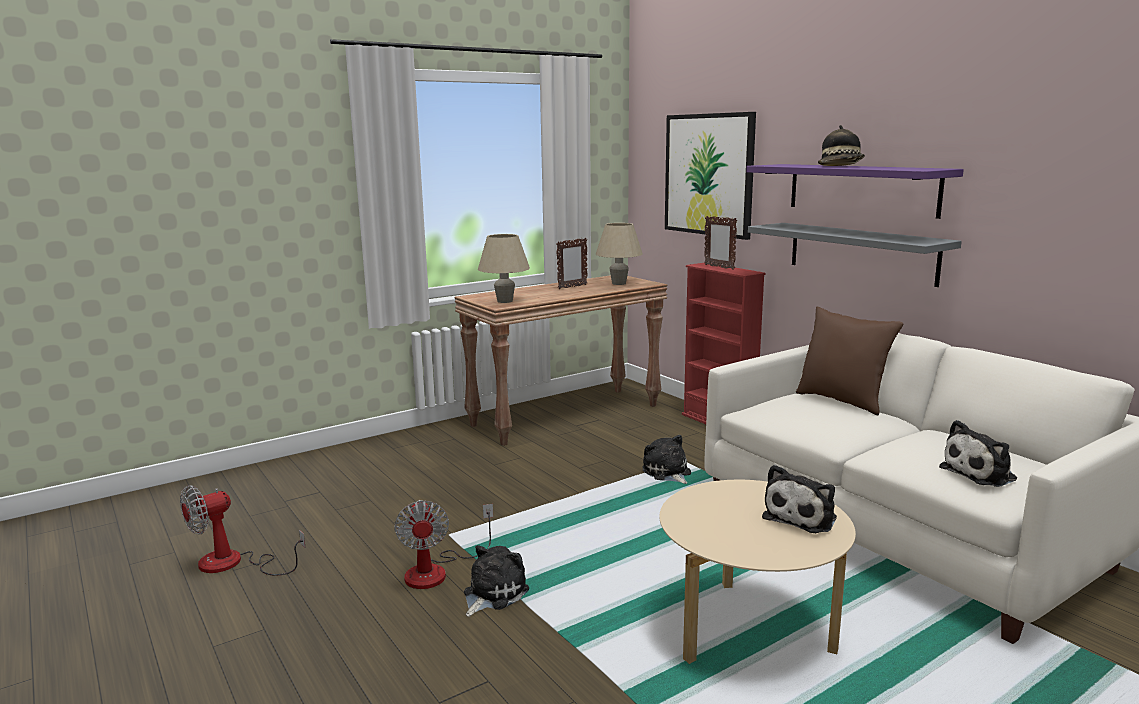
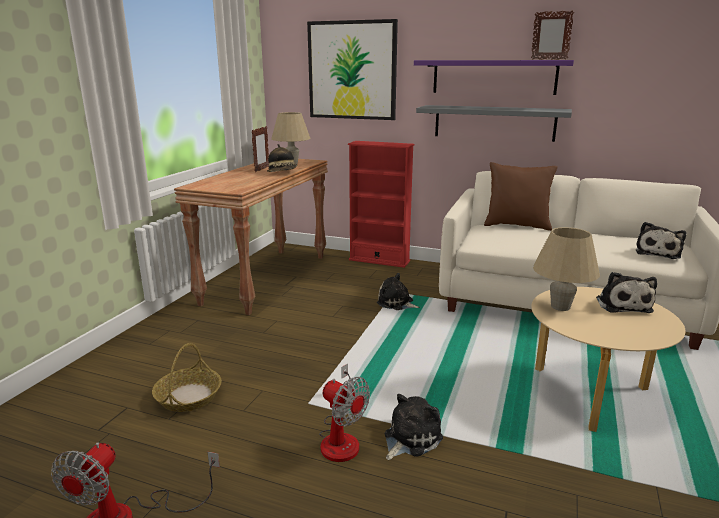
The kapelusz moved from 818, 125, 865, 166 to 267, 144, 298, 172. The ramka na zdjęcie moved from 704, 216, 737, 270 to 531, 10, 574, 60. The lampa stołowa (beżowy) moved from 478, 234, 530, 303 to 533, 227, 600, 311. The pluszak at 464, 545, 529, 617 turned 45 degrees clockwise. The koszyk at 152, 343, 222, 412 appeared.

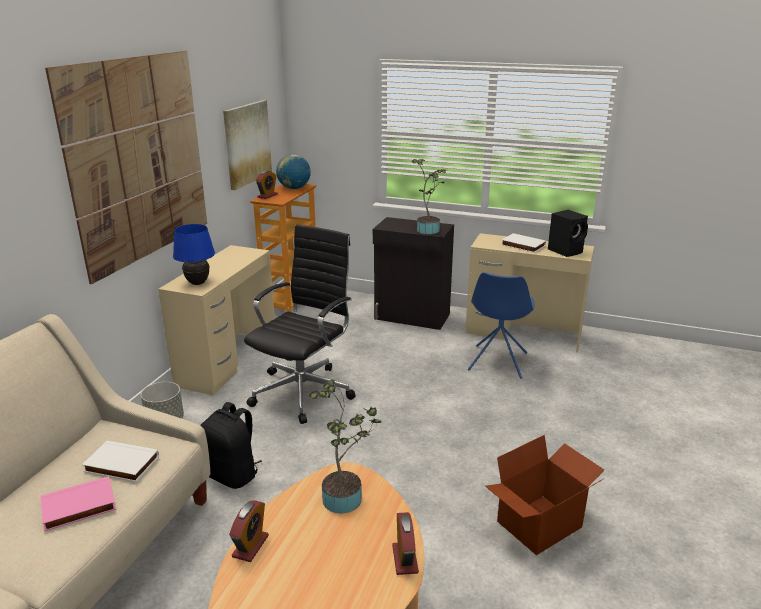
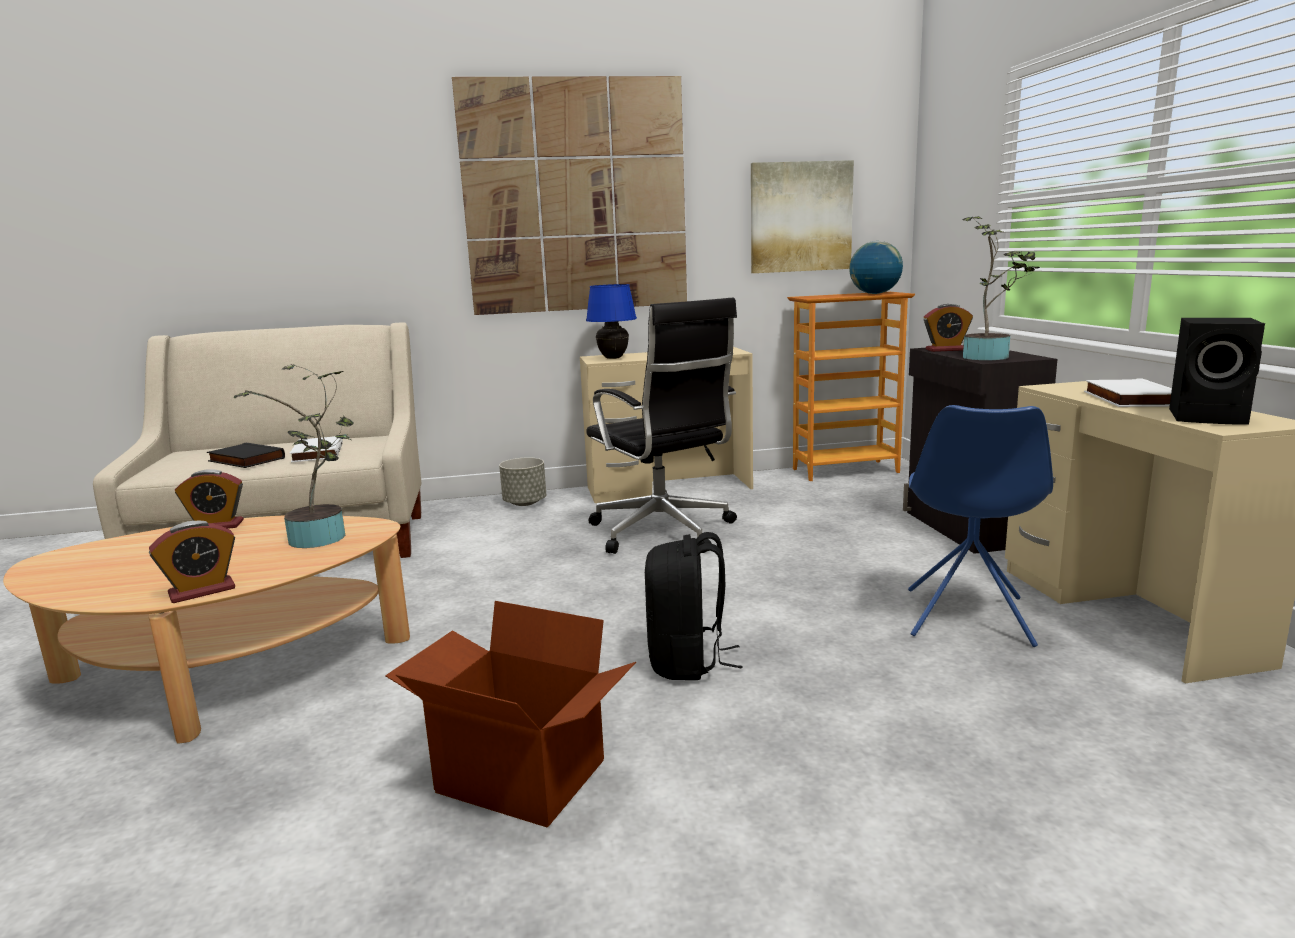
The budzik moved from 256, 171, 278, 199 to 923, 304, 973, 352. The krzesło biurowe (czarny) at 244, 224, 355, 424 turned 60 degrees clockwise. The krzesło (niebieski) at 468, 272, 535, 378 turned 60 degrees counterclockwise. The plecak (czarny) moved from 200, 402, 262, 489 to 645, 532, 743, 680. The książka (różowy) at 41, 476, 116, 531 became the książka (czarny) at 207, 443, 285, 468.

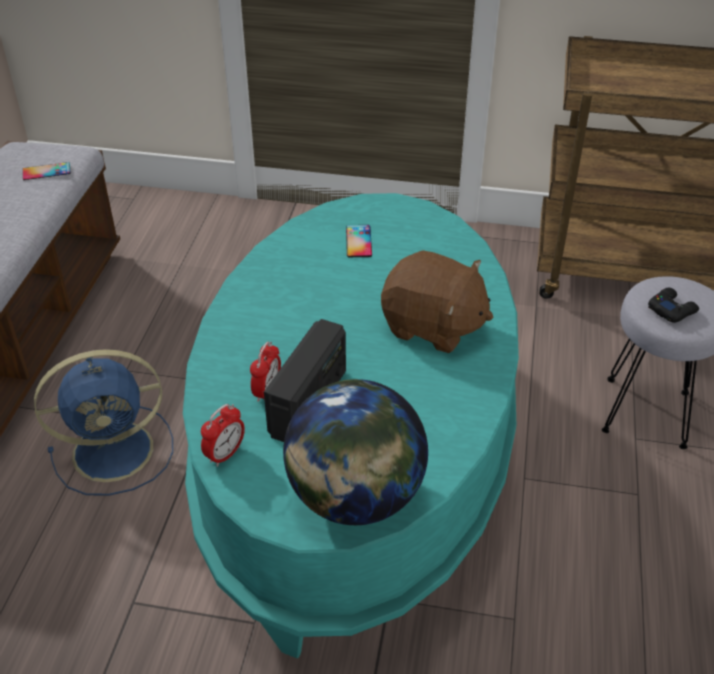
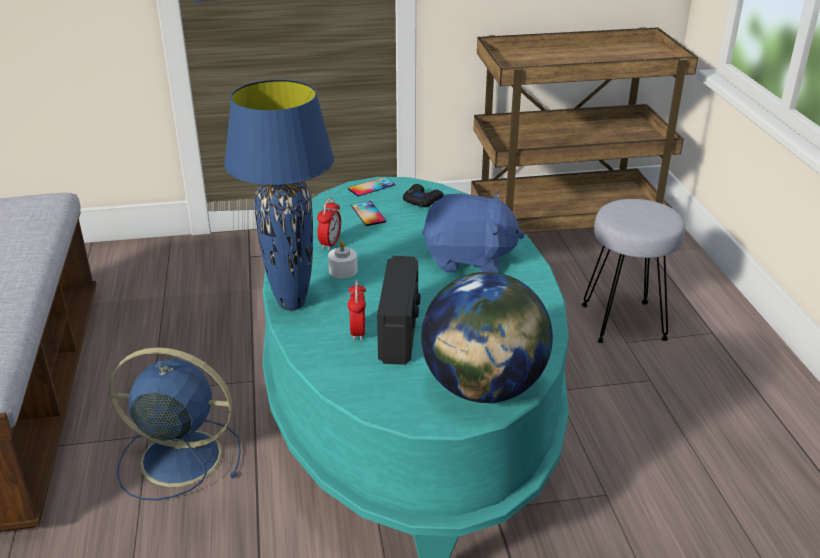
The telefon moved from 23, 162, 71, 180 to 348, 177, 395, 196. The pluszak (brązowy) at 381, 250, 493, 353 became the pluszak (niebieski) at 422, 193, 525, 273. The pad do gier (czarny) moved from 648, 288, 699, 323 to 403, 184, 444, 207. The wentylator (niebieski) at 34, 349, 173, 496 turned 135 degrees counterclockwise. The budzik moved from 201, 404, 245, 467 to 317, 198, 341, 250. The lampa stołowa (niebieski) at 224, 79, 334, 310 appeared. The świeca (biały) at 328, 241, 358, 279 appeared.

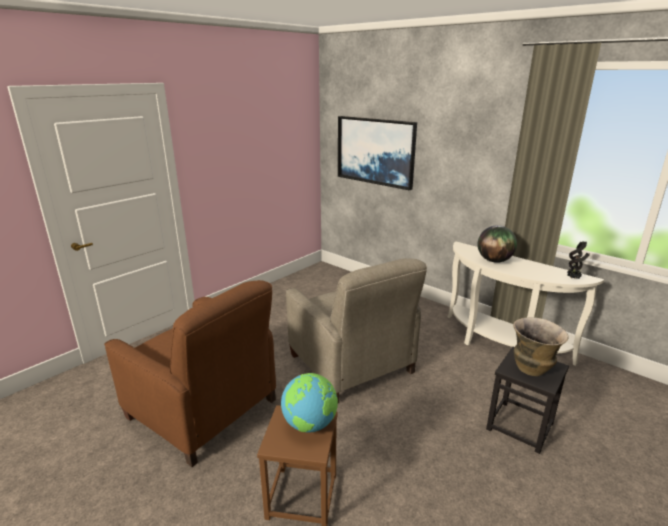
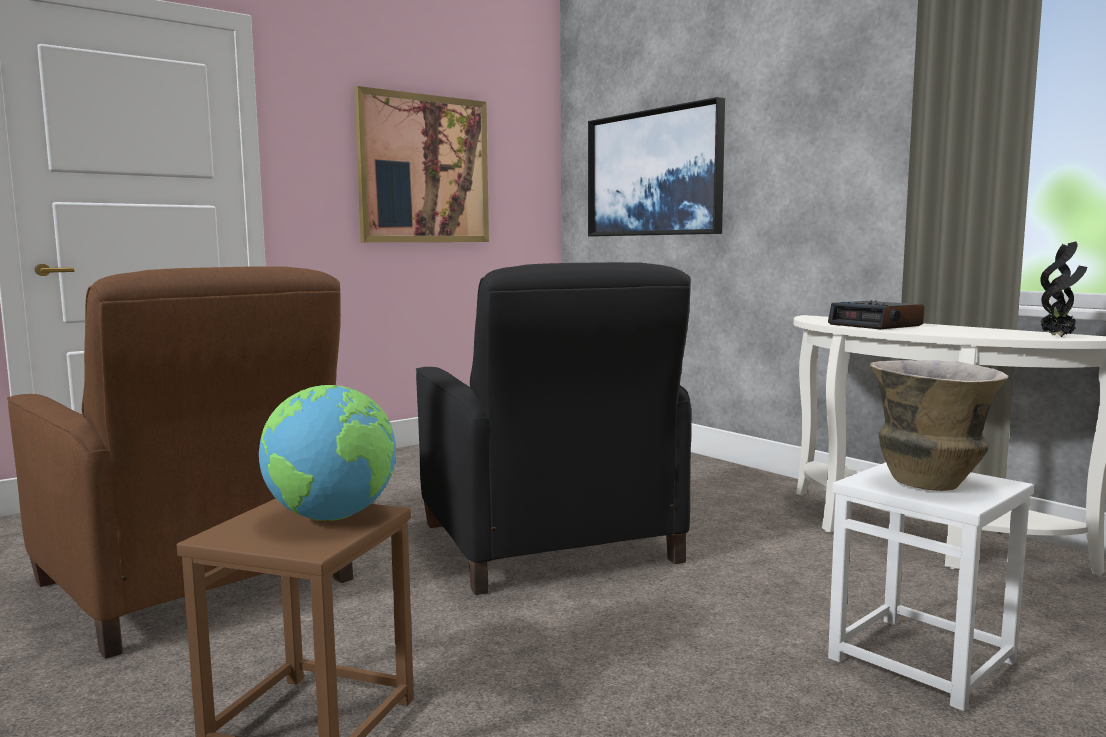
The globus at 478, 225, 517, 263 was replaced by the budzik at 828, 300, 924, 329. The fotel (beżowy) at 286, 258, 427, 403 became the fotel (czarny) at 416, 262, 692, 595. The stołek (czarny) at 486, 347, 569, 454 became the stołek (biały) at 828, 462, 1034, 711. The obraz at 354, 86, 489, 242 appeared.

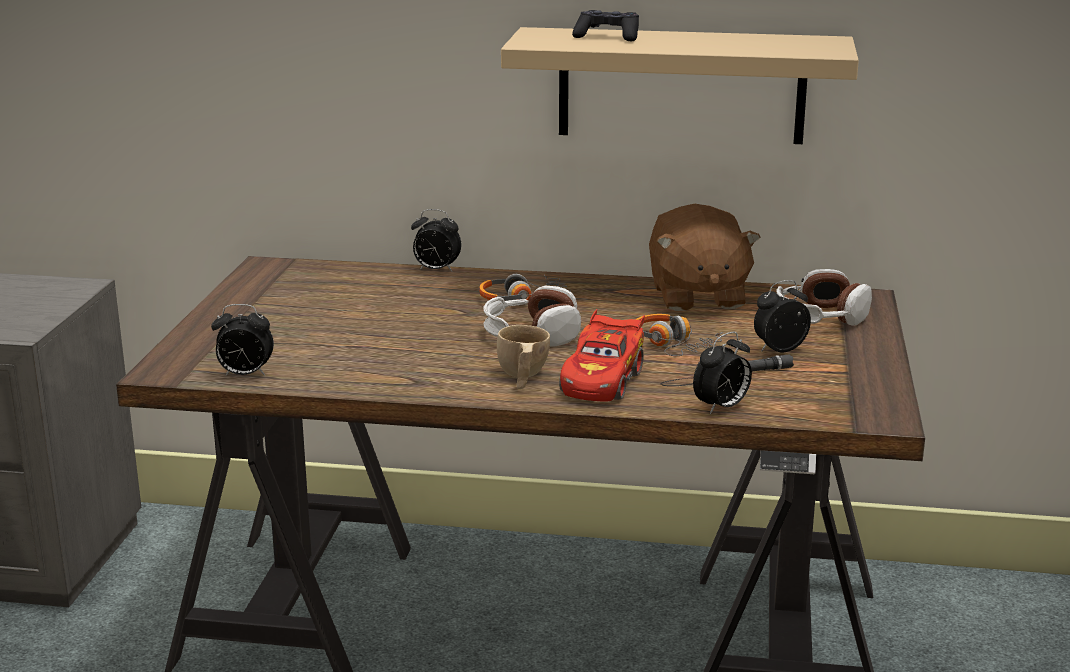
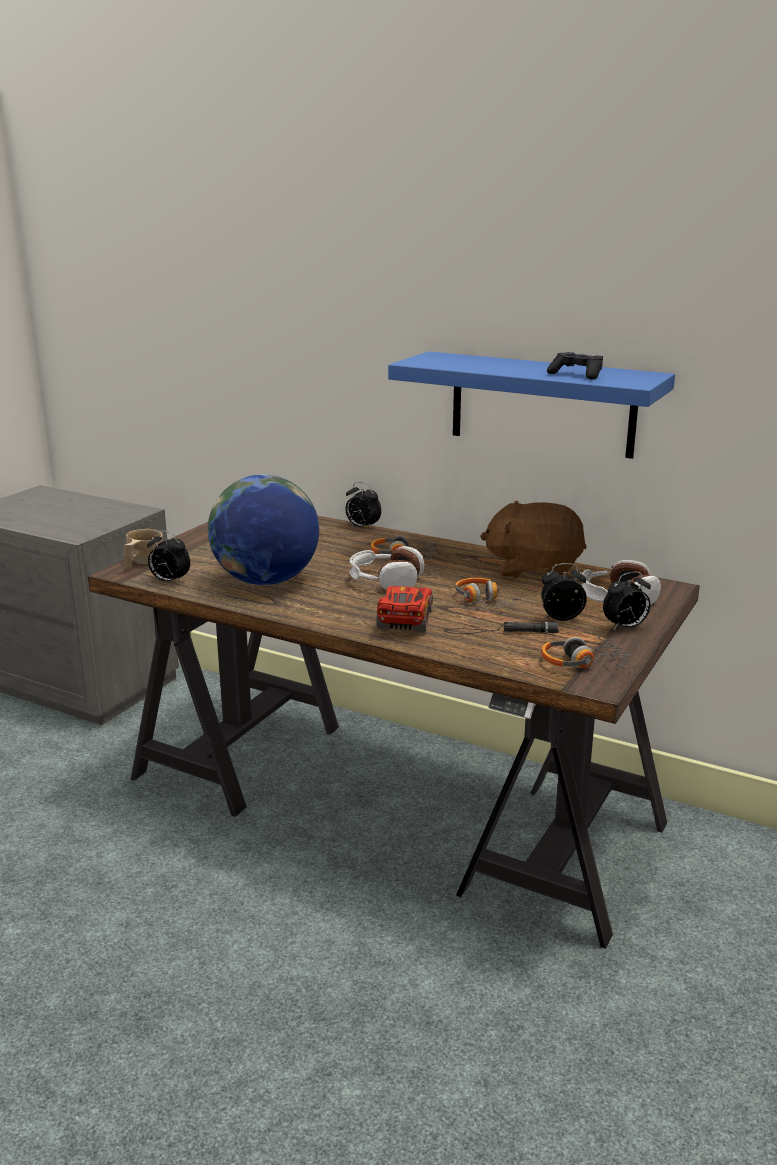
The pad do gier (czarny) moved from 572, 10, 639, 41 to 547, 352, 603, 380. The półka (beżowy) at 501, 27, 859, 144 became the półka (niebieski) at 388, 351, 675, 459. The pluszak (brązowy) at 649, 204, 761, 311 turned 90 degrees clockwise. The samochodzik (czerwony) at 559, 309, 645, 402 turned 150 degrees clockwise. The filiżanka (beżowy) moved from 497, 325, 550, 389 to 123, 529, 163, 570. The budzik moved from 693, 332, 752, 414 to 603, 571, 651, 631. The globus at 208, 474, 319, 585 appeared. The słuchawki at 541, 635, 635, 668 appeared.

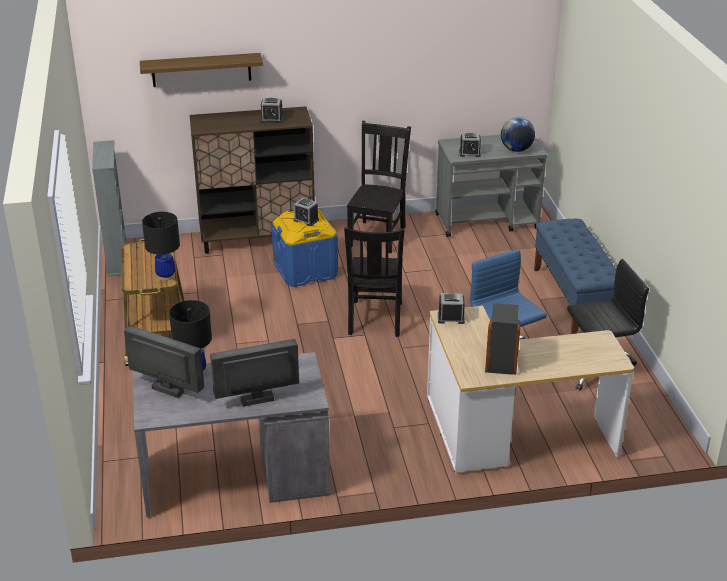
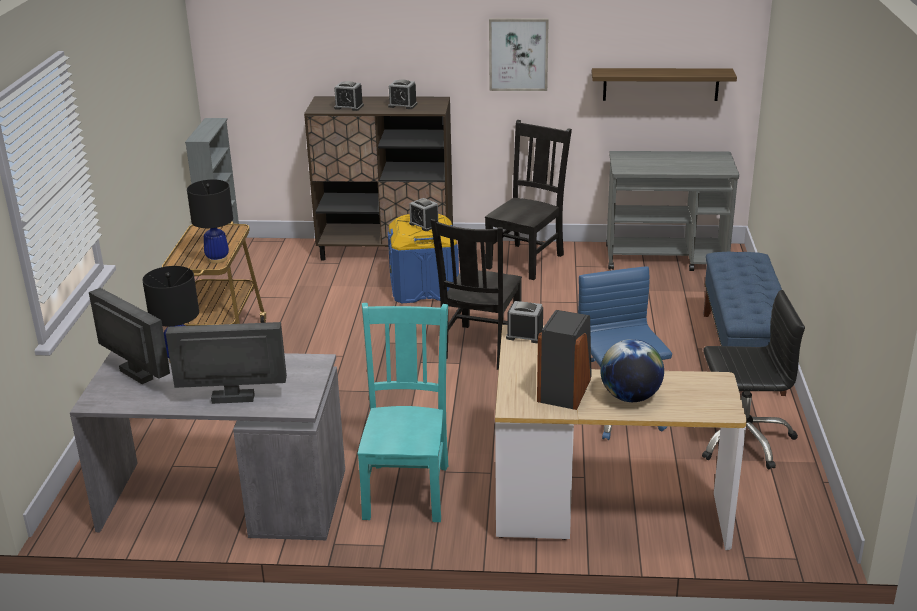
The półka moved from 140, 53, 263, 87 to 592, 68, 737, 101. The globus moved from 501, 117, 535, 152 to 600, 339, 664, 402. The budzik moved from 459, 133, 481, 157 to 334, 81, 364, 111. The obraz at 489, 18, 549, 91 appeared. The krzesło (turkusowy) at 358, 303, 448, 522 appeared.

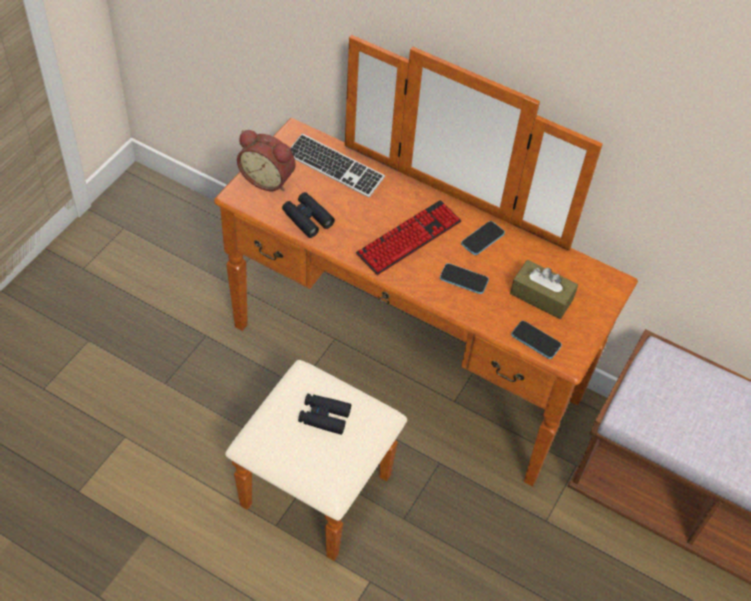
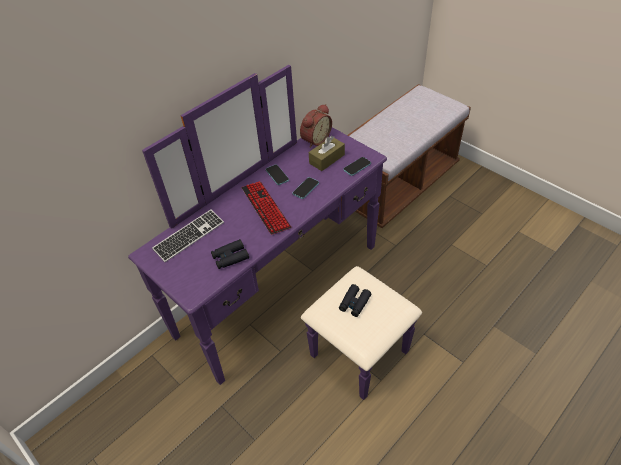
The komoda (brązowy) at 214, 35, 638, 561 became the komoda (fioletowy) at 128, 65, 422, 400. The budzik moved from 237, 130, 296, 191 to 300, 104, 332, 148.

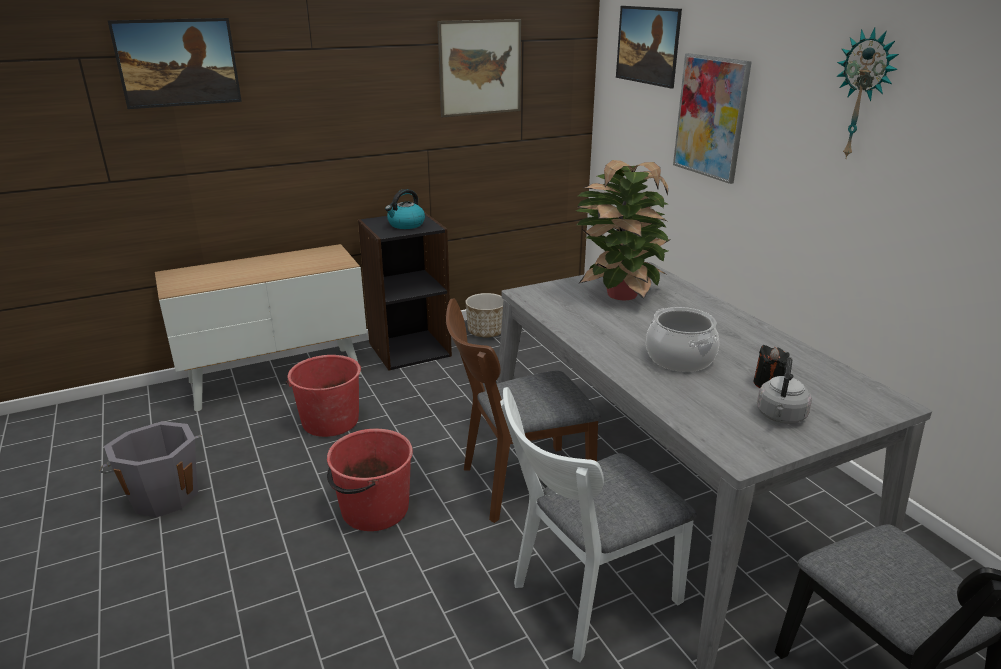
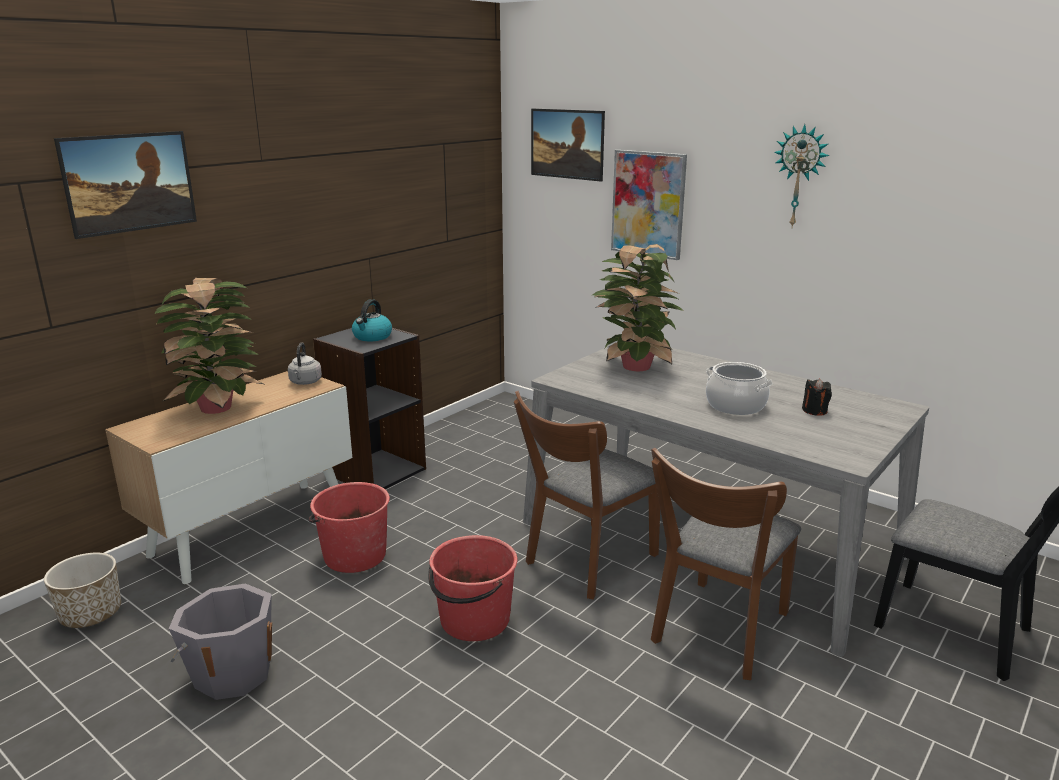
The obraz at 437, 19, 521, 117 disappeared. The donica moved from 465, 293, 504, 338 to 44, 553, 121, 628. The czajnik (szary) moved from 757, 357, 812, 424 to 288, 342, 322, 385. The krzesło (biały) at 500, 387, 697, 662 became the krzesło (brązowy) at 651, 448, 801, 680. The roślina doniczkowa at 155, 278, 263, 414 appeared.

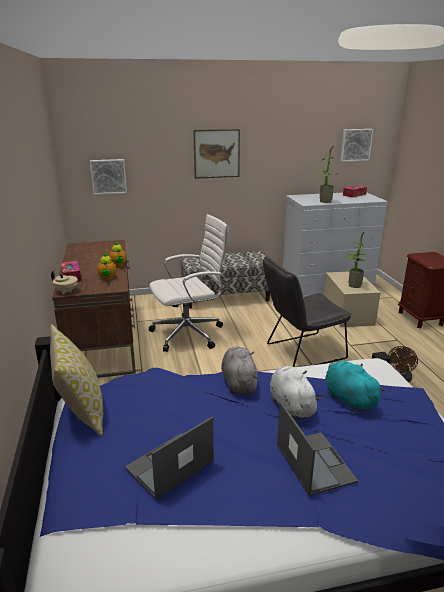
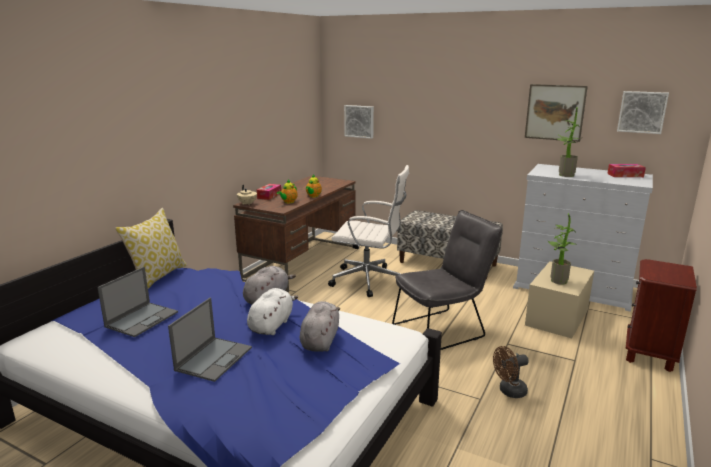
The obraz moved from 193, 129, 240, 179 to 525, 84, 588, 142. The krzesło (szary) at 263, 256, 351, 367 turned 135 degrees clockwise. The pluszak (turkusowy) at 325, 361, 386, 411 became the pluszak (szary) at 300, 301, 340, 352. The laptop at 125, 417, 214, 500 turned 120 degrees clockwise.

